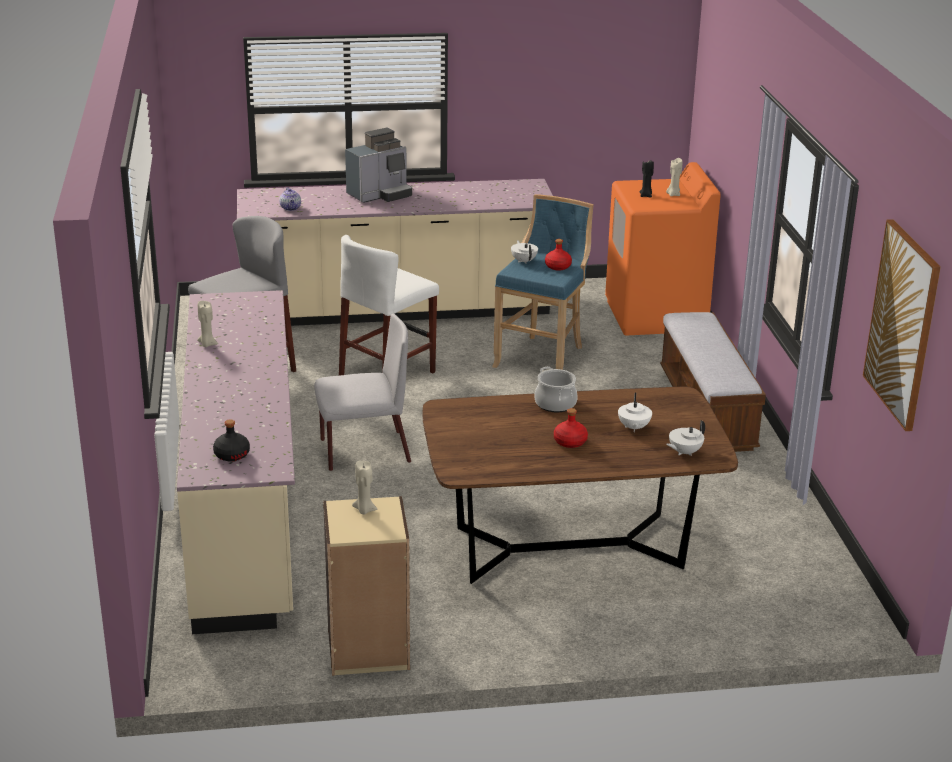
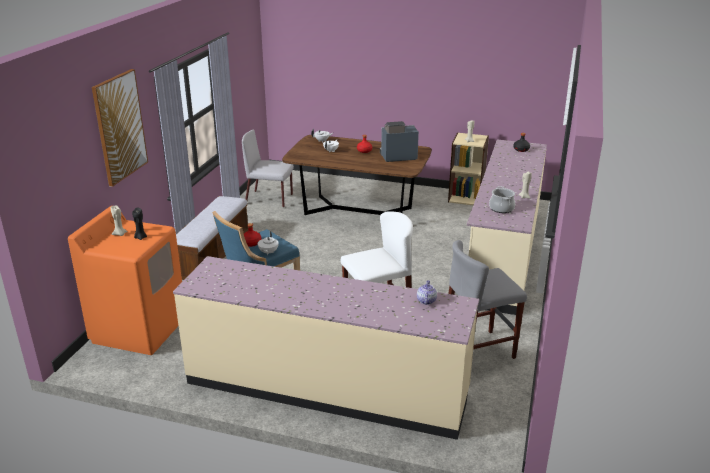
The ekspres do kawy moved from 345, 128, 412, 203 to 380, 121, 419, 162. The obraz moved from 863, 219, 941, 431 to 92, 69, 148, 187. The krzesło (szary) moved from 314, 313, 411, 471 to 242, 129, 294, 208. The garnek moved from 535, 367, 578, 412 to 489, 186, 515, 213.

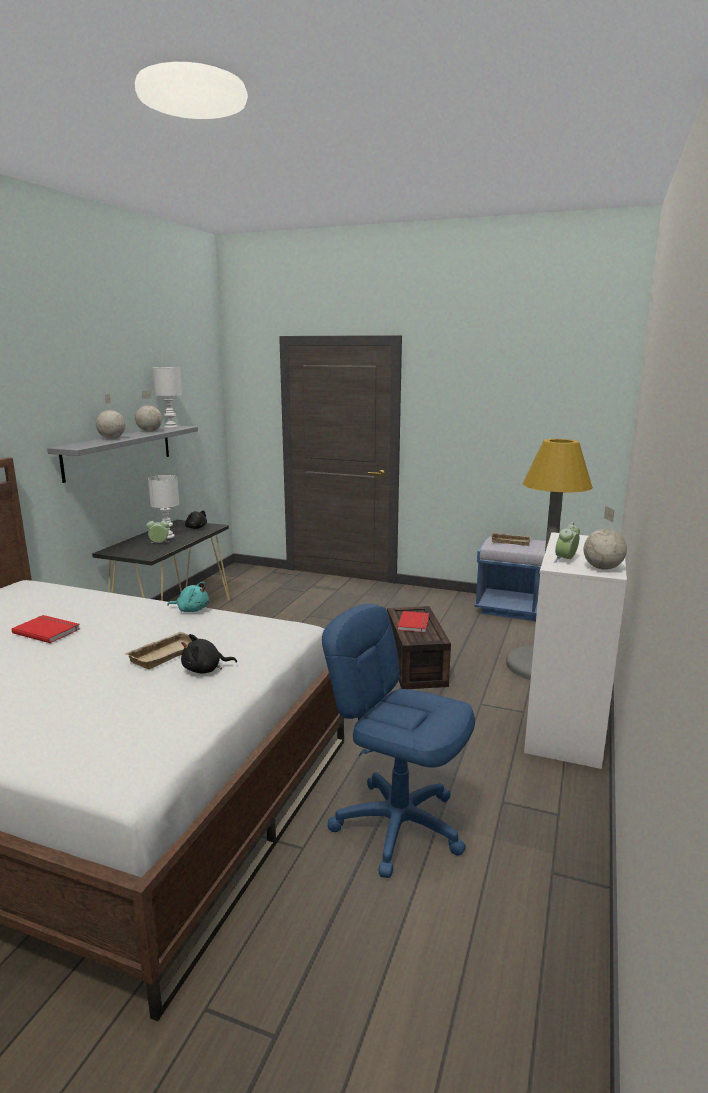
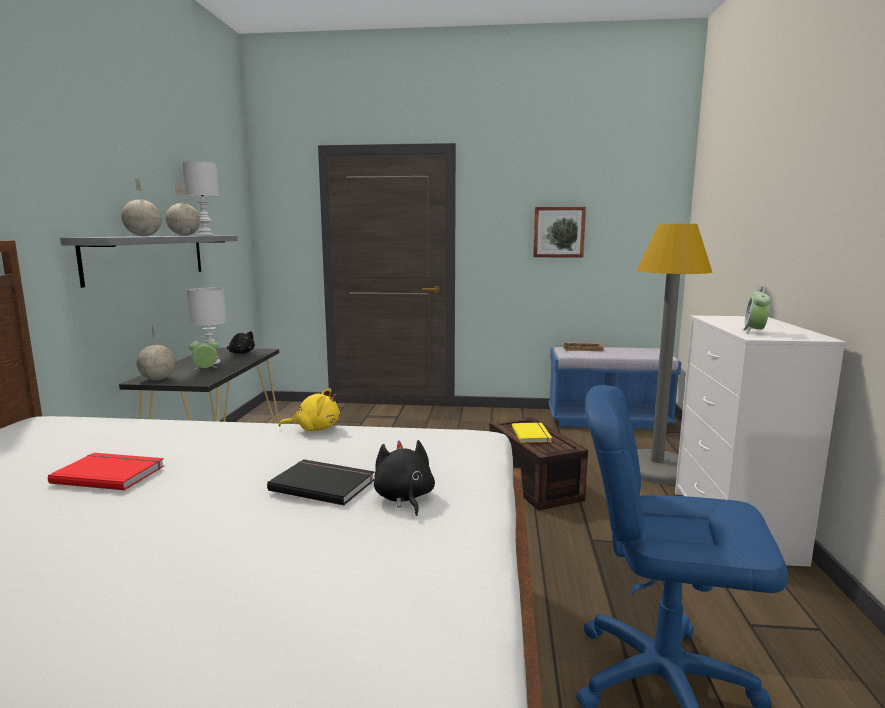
The globus moved from 584, 506, 627, 570 to 136, 326, 176, 380. The pluszak (turkusowy) at 167, 582, 209, 612 became the pluszak (żółty) at 279, 388, 340, 431. The książka (czerwony) at 397, 611, 429, 633 became the książka (żółty) at 512, 422, 552, 443. The taca (beżowy) at 124, 632, 201, 669 was replaced by the książka (czarny) at 267, 459, 375, 506. The pluszak (czarny) at 181, 634, 237, 674 turned 105 degrees clockwise. The obraz at 533, 207, 586, 258 appeared.

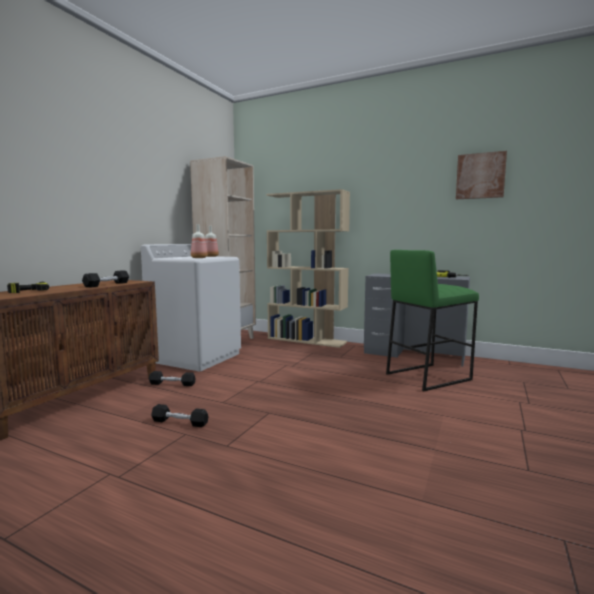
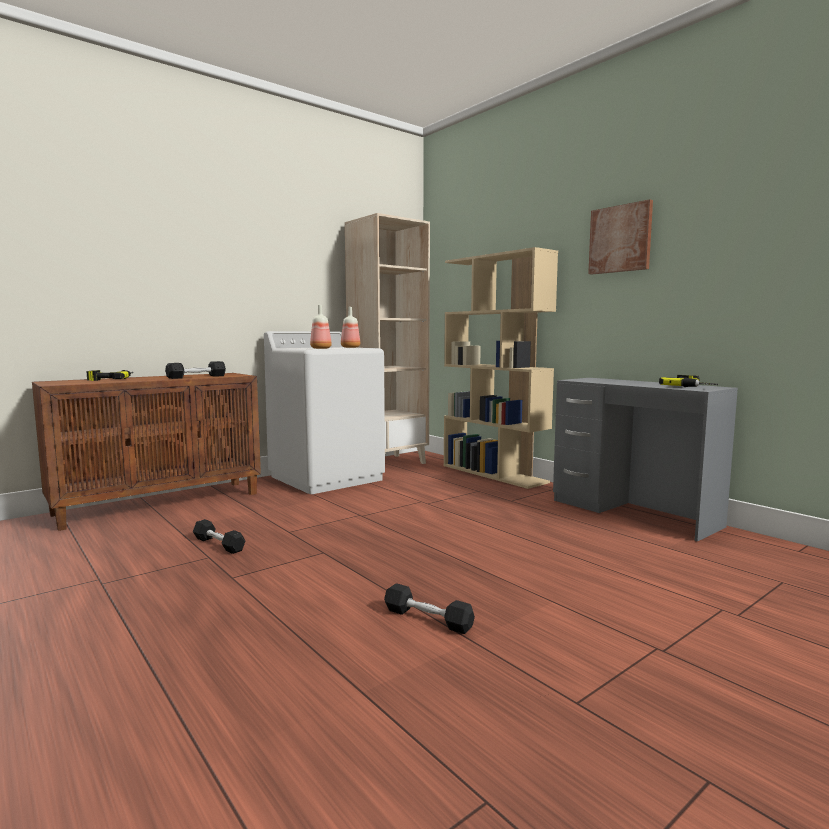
The obraz moved from 456, 151, 507, 199 to 588, 199, 653, 275. The stołek (zielony) at 386, 250, 479, 391 disappeared. The hantel (czarny) moved from 149, 371, 196, 386 to 384, 583, 475, 634.

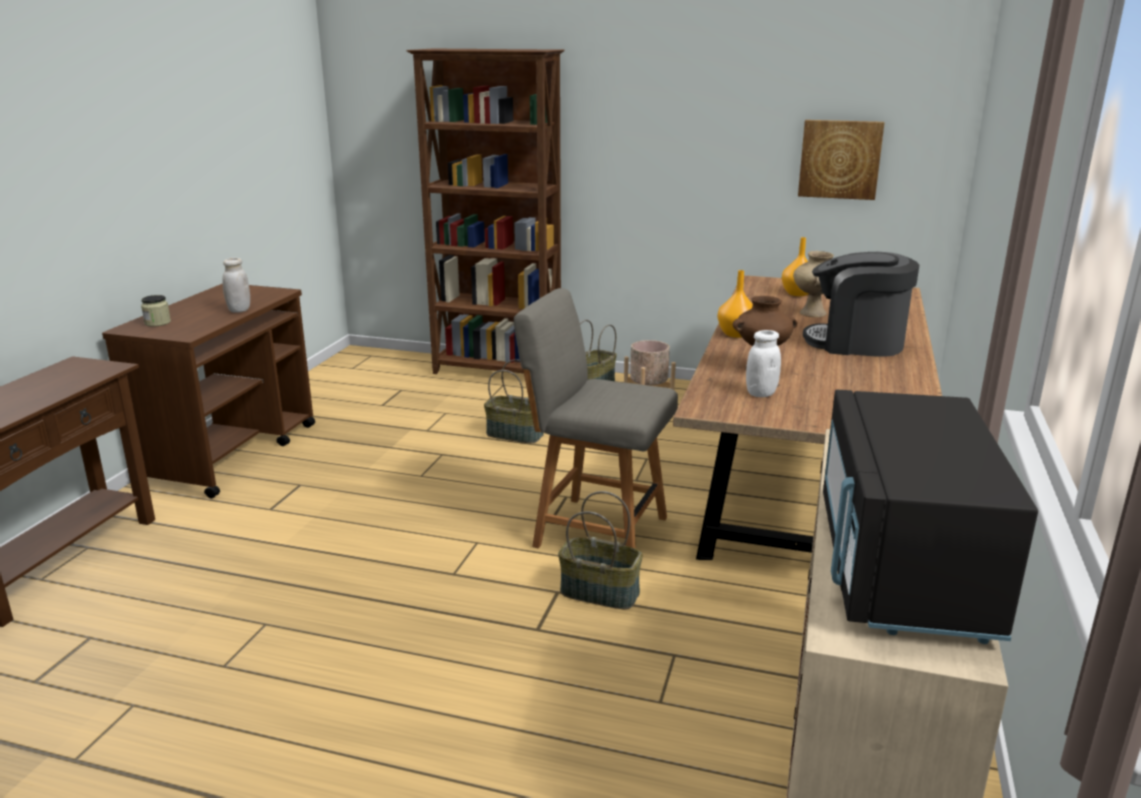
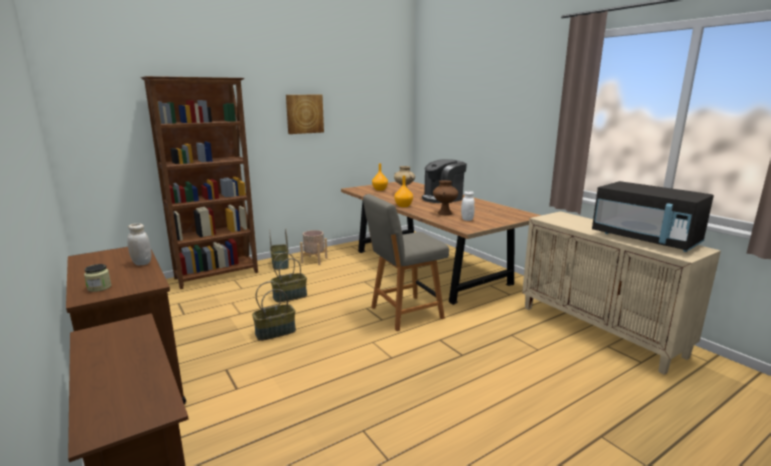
The obraz moved from 798, 120, 884, 200 to 286, 95, 324, 134. The koszyk moved from 558, 491, 643, 609 to 252, 281, 296, 341.

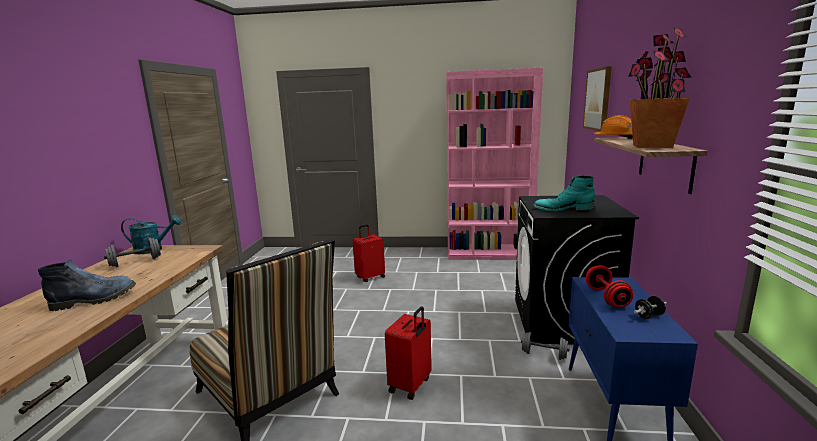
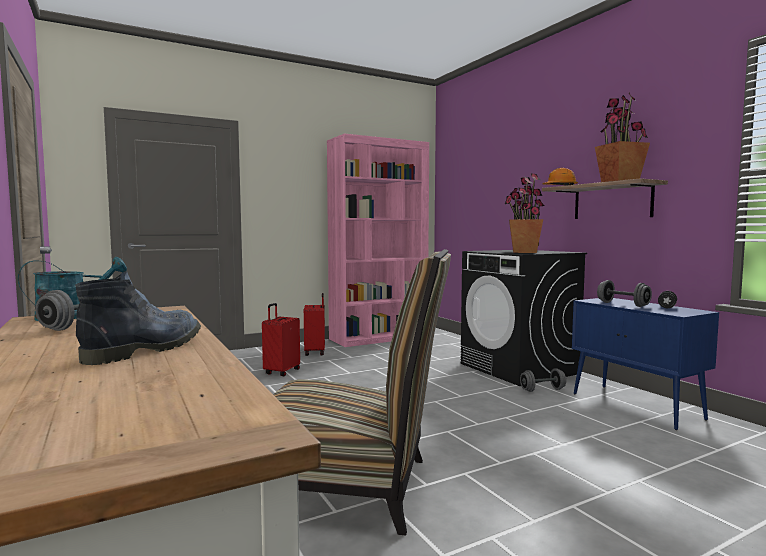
The obraz at 583, 66, 612, 131 disappeared. The but z cholewką (turkusowy) at 533, 175, 595, 211 was replaced by the roślina doniczkowa at 505, 173, 544, 253. The hantel (czerwony) at 586, 265, 633, 308 became the hantel (szary) at 597, 280, 652, 307. The walizka (czerwony) moved from 385, 307, 432, 400 to 304, 293, 325, 356.

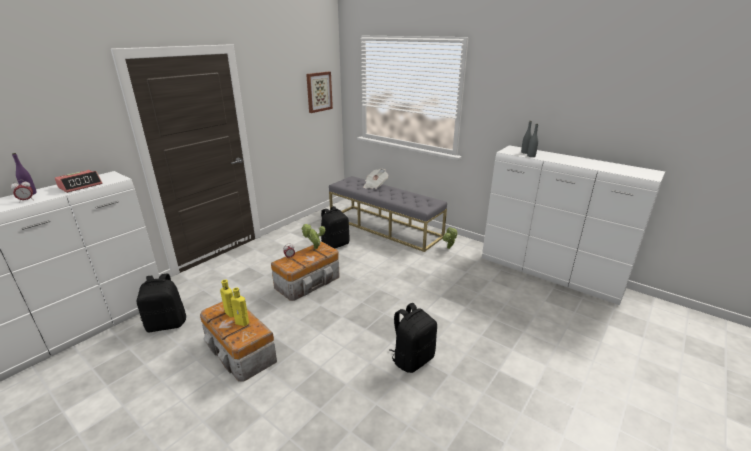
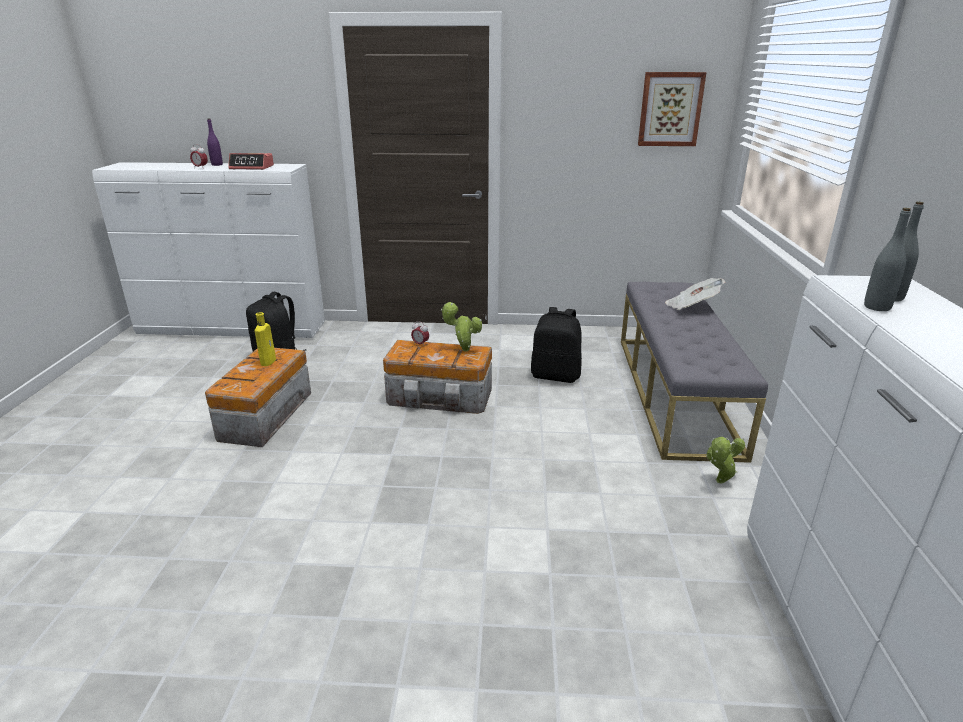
The butelka (żółty) at 231, 288, 249, 326 disappeared. The plecak (czarny) at 389, 303, 437, 373 disappeared.

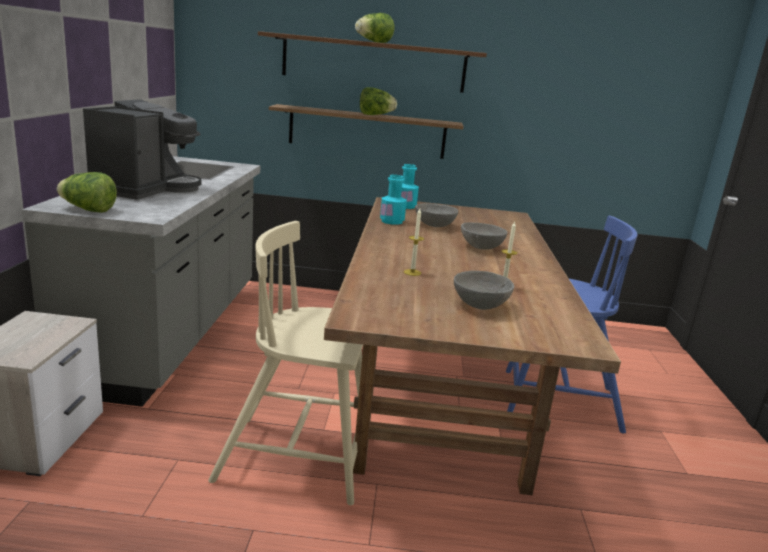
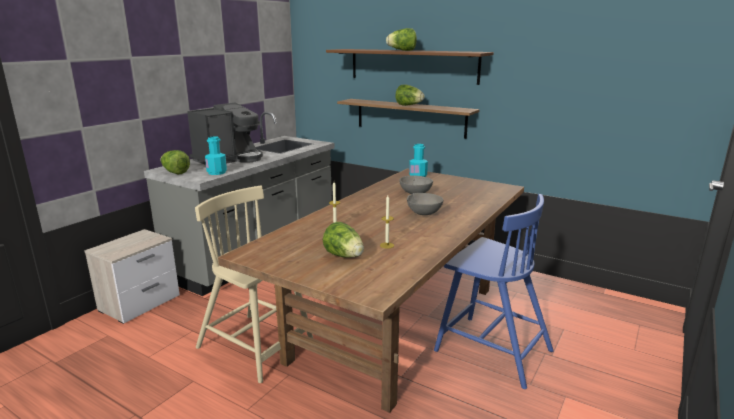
The butelka (turkusowy) moved from 380, 175, 407, 225 to 205, 137, 227, 175. The miska (szary) at 454, 271, 514, 310 was replaced by the sałata at 323, 222, 364, 258.

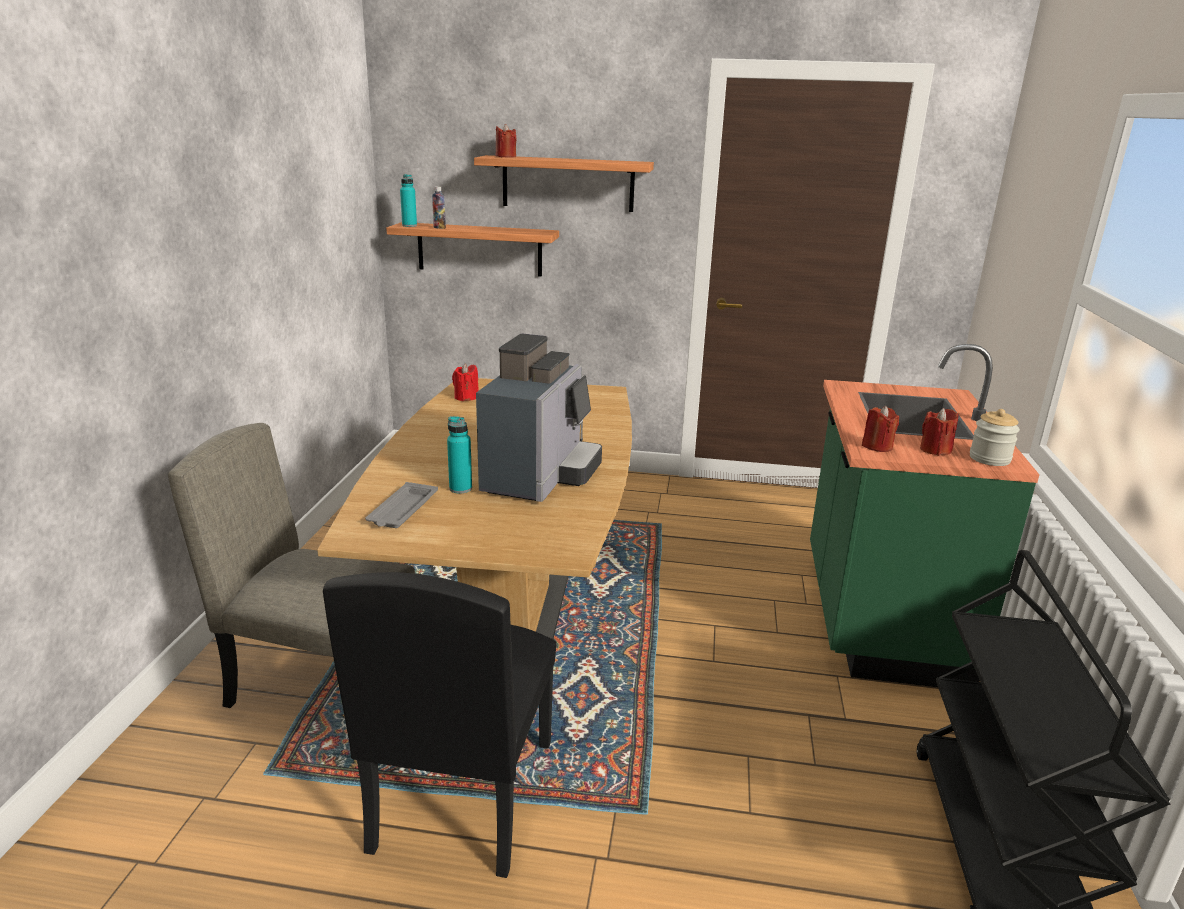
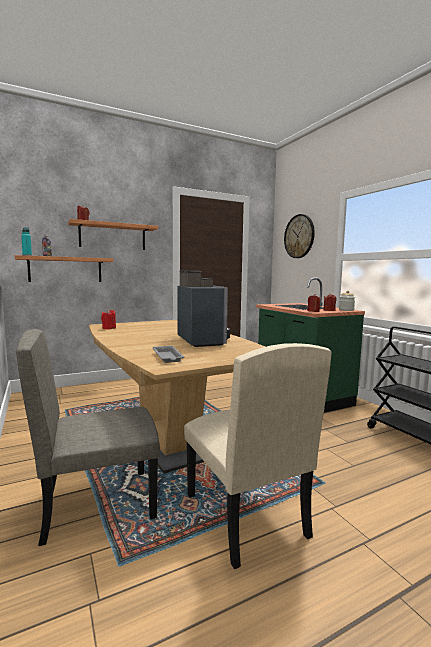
The butelka (turkusowy) at 447, 416, 472, 494 disappeared. The krzesło (czarny) at 323, 572, 556, 878 became the krzesło (beżowy) at 184, 343, 331, 569. The zegar ścienny at 284, 214, 315, 258 appeared.

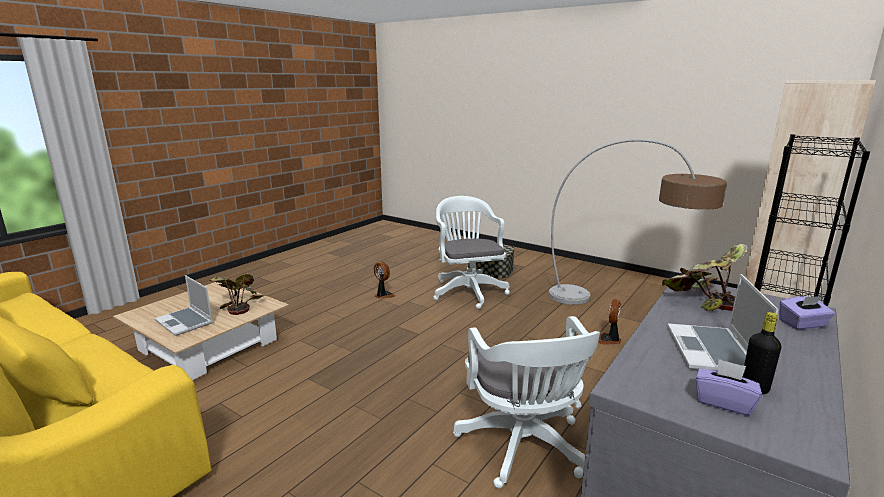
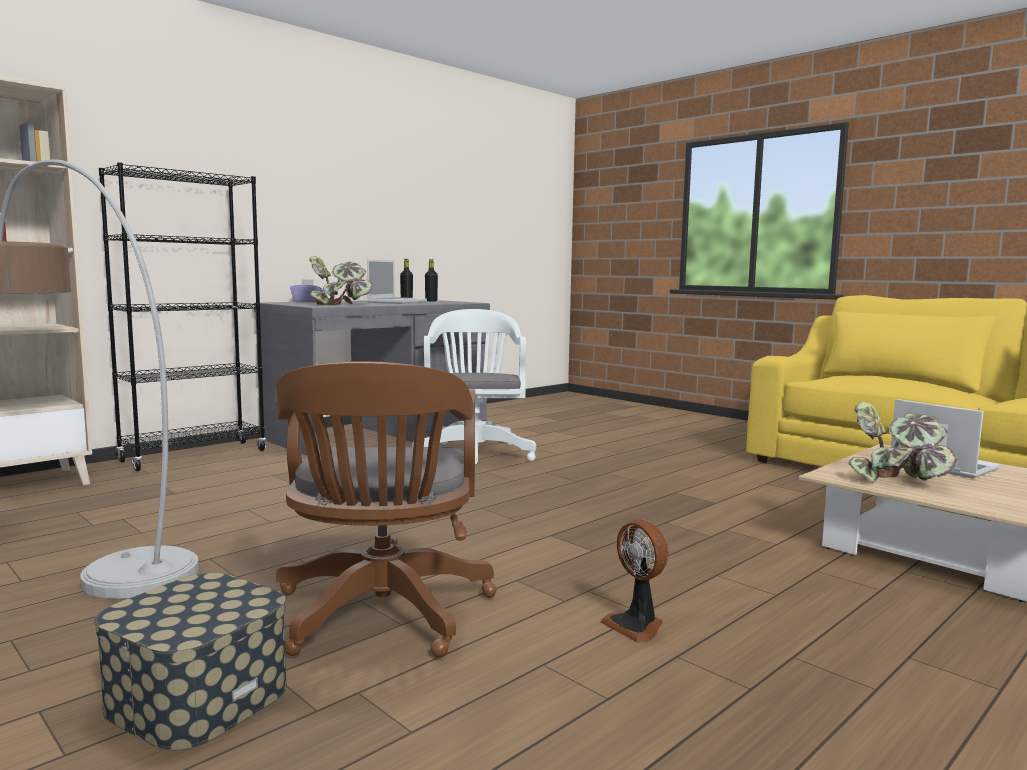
The krzesło biurowe (biały) at 433, 196, 510, 309 became the krzesło biurowe (brązowy) at 275, 361, 497, 658. The wentylator at 598, 299, 621, 345 disappeared. The pudełko chusteczek (fioletowy) at 696, 359, 762, 416 was replaced by the butelka (czarny) at 425, 259, 438, 301.

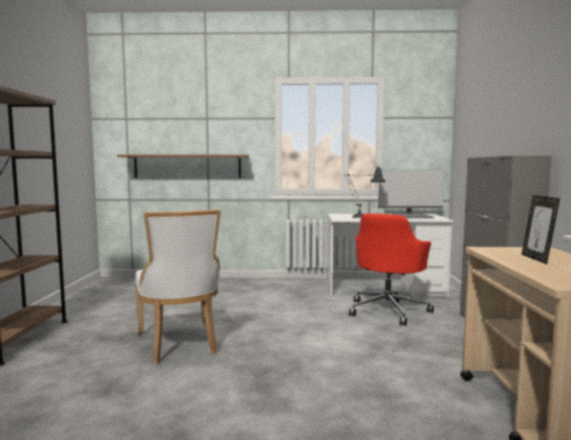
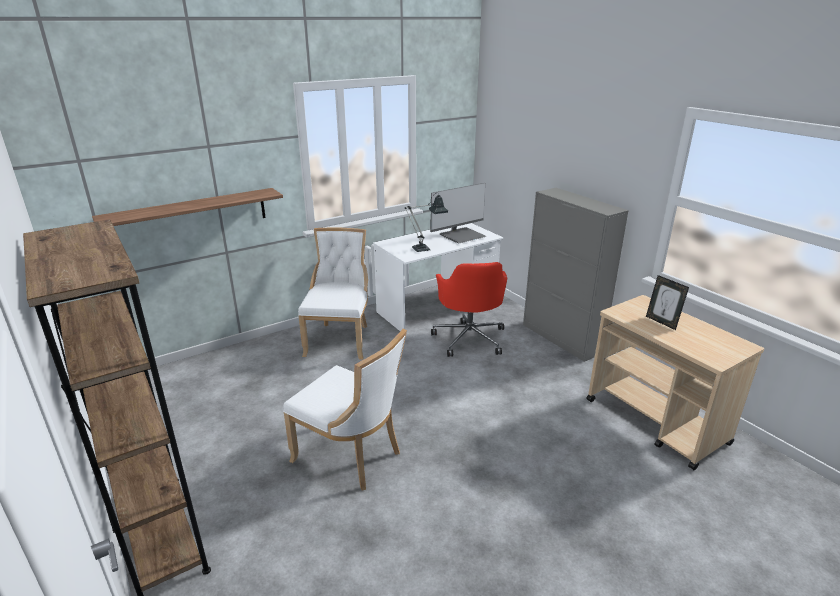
The krzesło (biały) at 298, 228, 368, 360 appeared.

